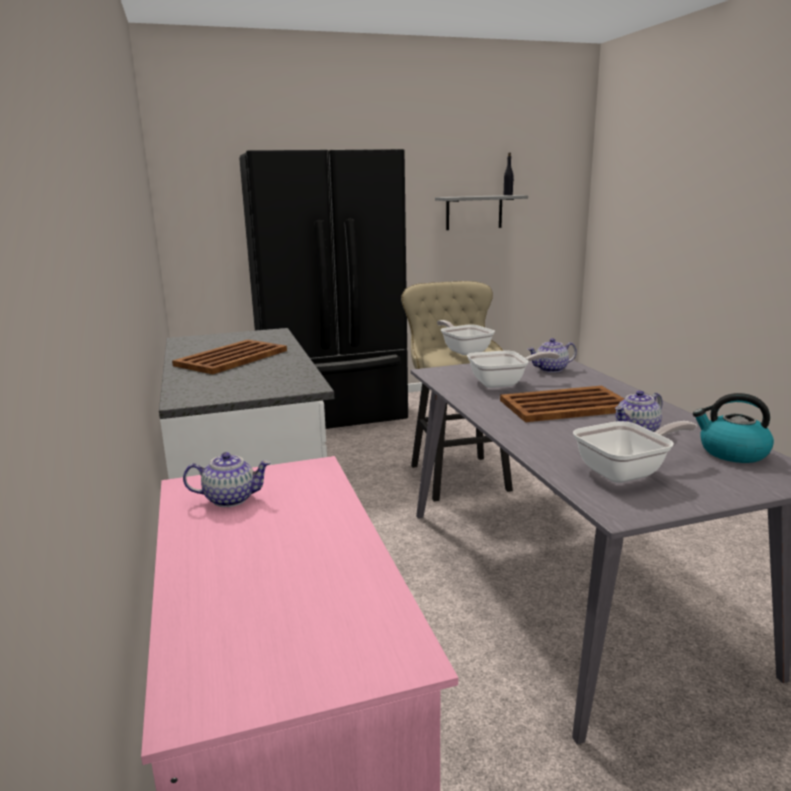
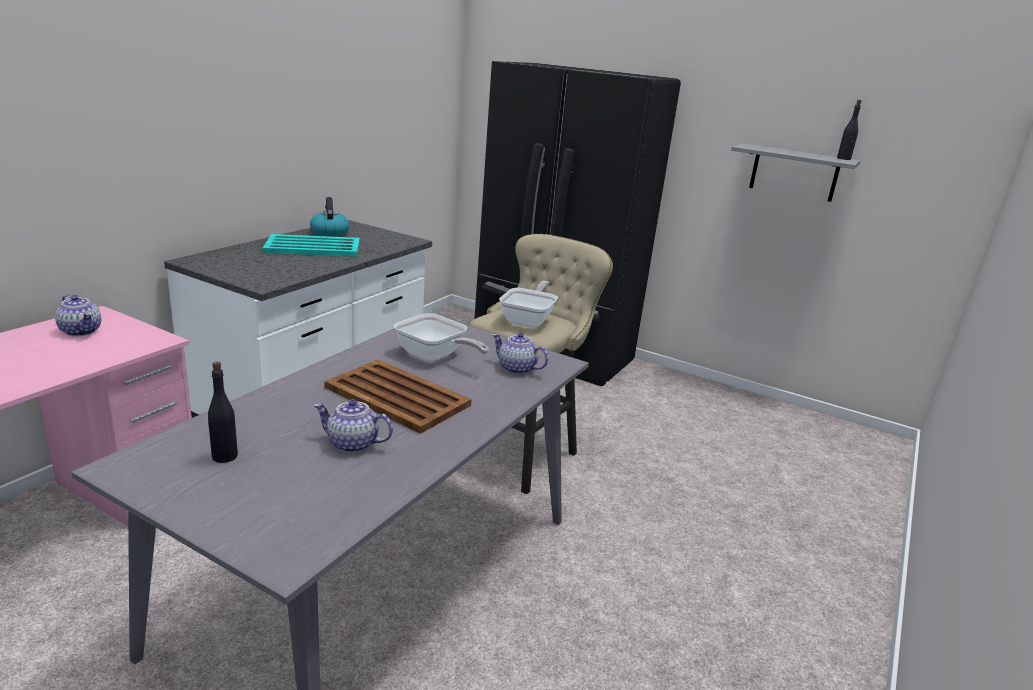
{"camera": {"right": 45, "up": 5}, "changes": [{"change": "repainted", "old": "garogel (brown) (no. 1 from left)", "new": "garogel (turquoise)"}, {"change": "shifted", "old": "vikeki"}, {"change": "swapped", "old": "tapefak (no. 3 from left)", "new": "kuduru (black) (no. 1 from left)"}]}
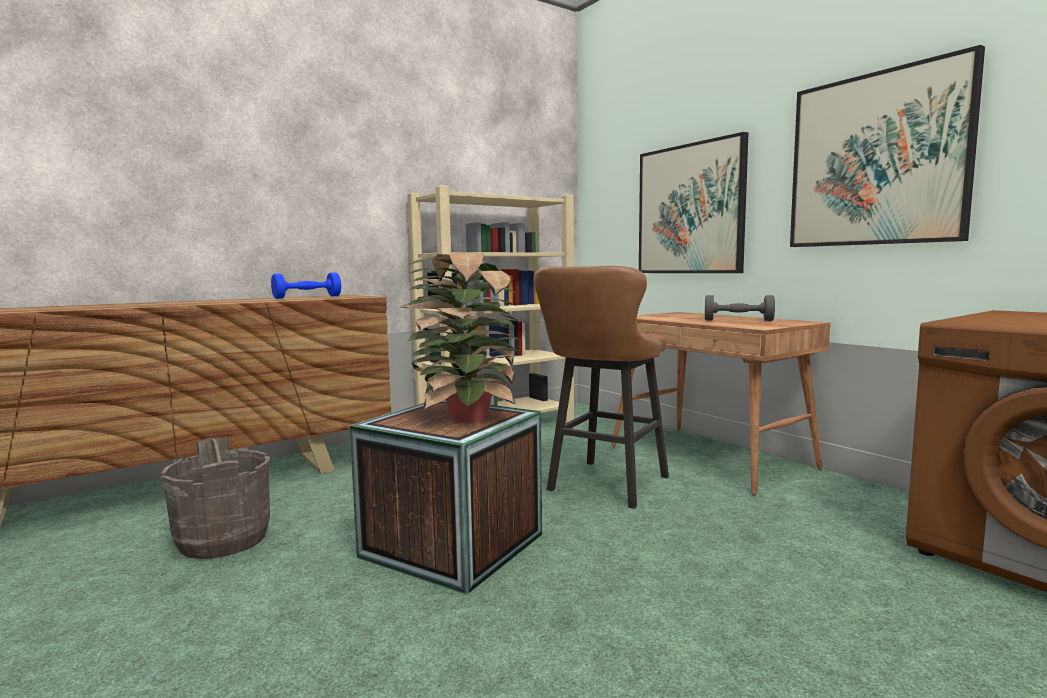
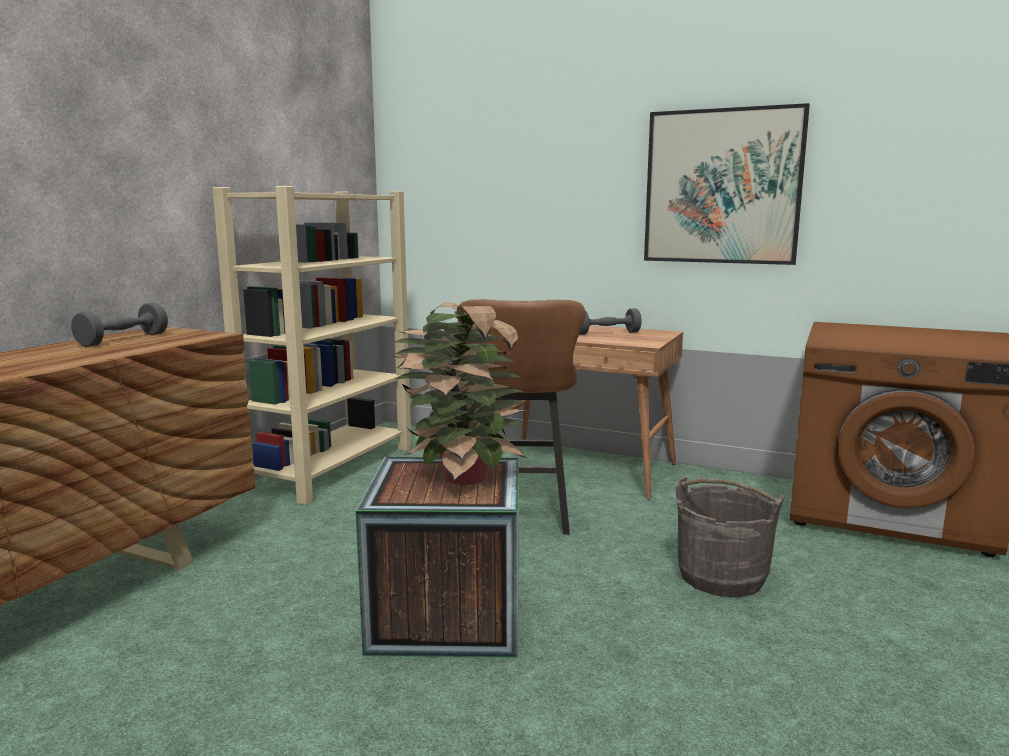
{"camera": {"right": -30, "up": 5}, "changes": [{"change": "gone", "old": "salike (no. 1 from left)"}, {"change": "repainted", "old": "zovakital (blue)", "new": "zovakital (grey) (no. 1 from left)"}, {"change": "shifted", "old": "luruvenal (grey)"}]}
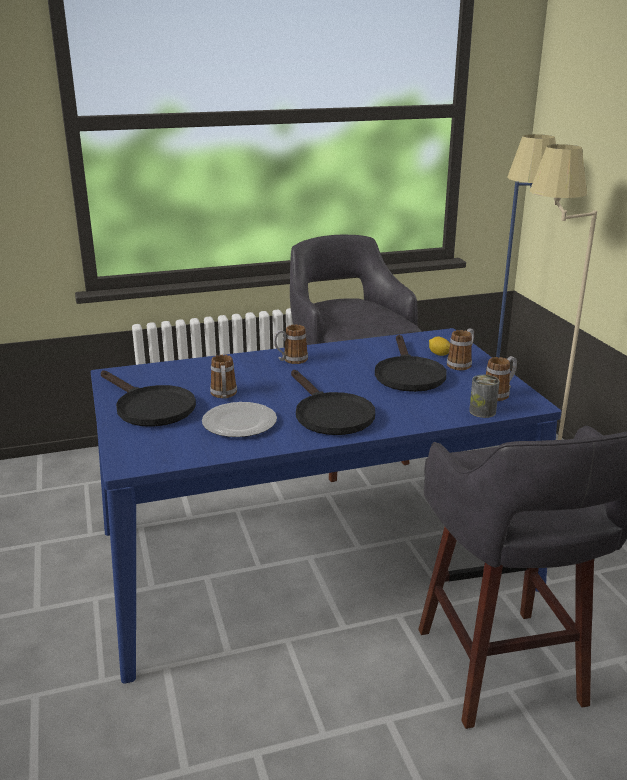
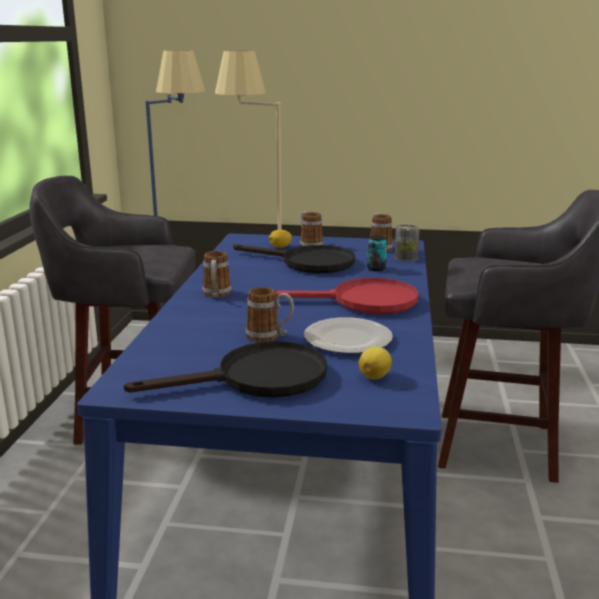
{"camera": {"right": -65, "up": -5}, "changes": [{"change": "repainted", "old": "tapefak (black) (no. 2 from left)", "new": "tapefak (red)"}, {"change": "new", "new": "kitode (no. 1 from left)"}, {"change": "new", "new": "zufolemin (no. 2 from left)"}]}
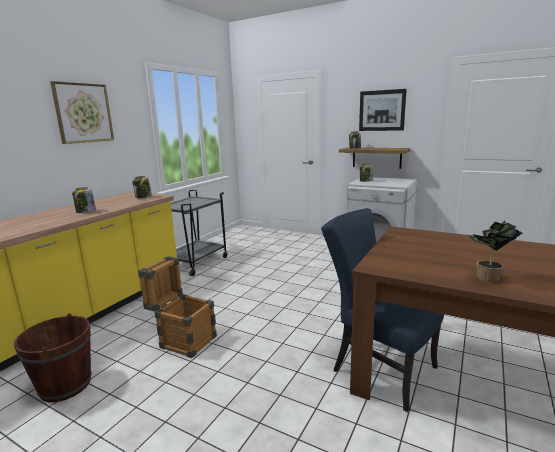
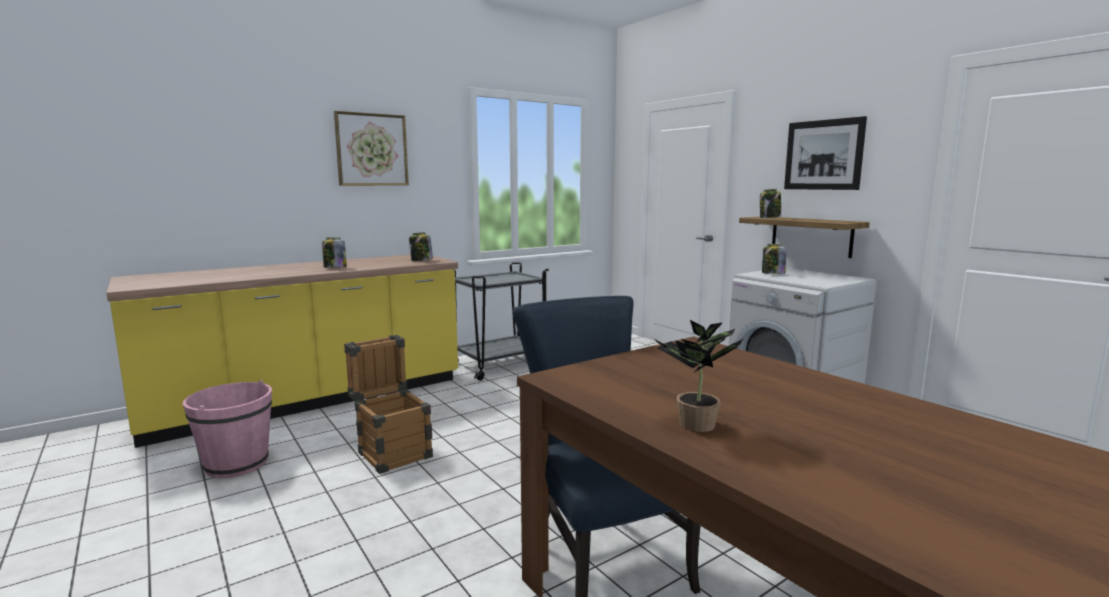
{"camera": {"right": 25, "up": -5}, "changes": [{"change": "repainted", "old": "luruvenal (brown)", "new": "luruvenal (pink)"}]}
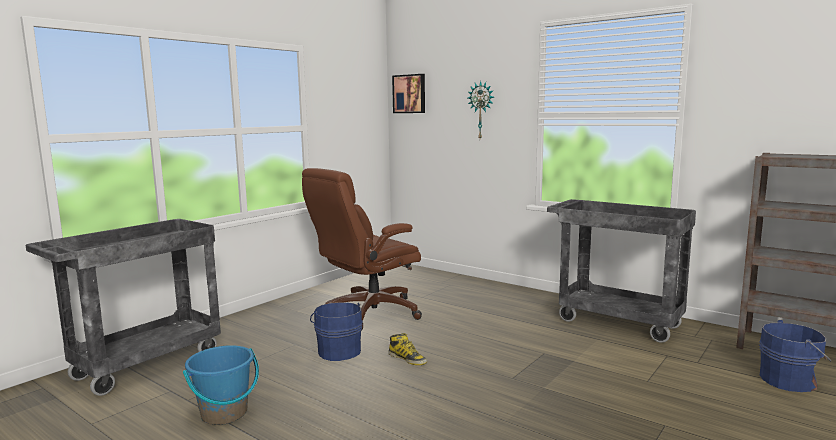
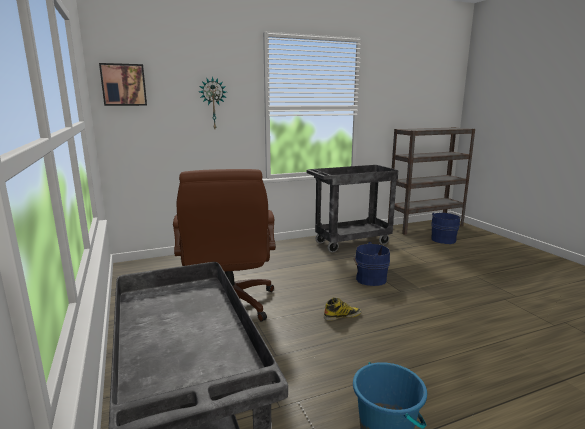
{"camera": {"right": -60, "up": 5}, "changes": [{"change": "shifted", "old": "luruvenal (blue) (no. 2 from left in the first image)", "new": "luruvenal (blue) (no. 1 from left)"}]}
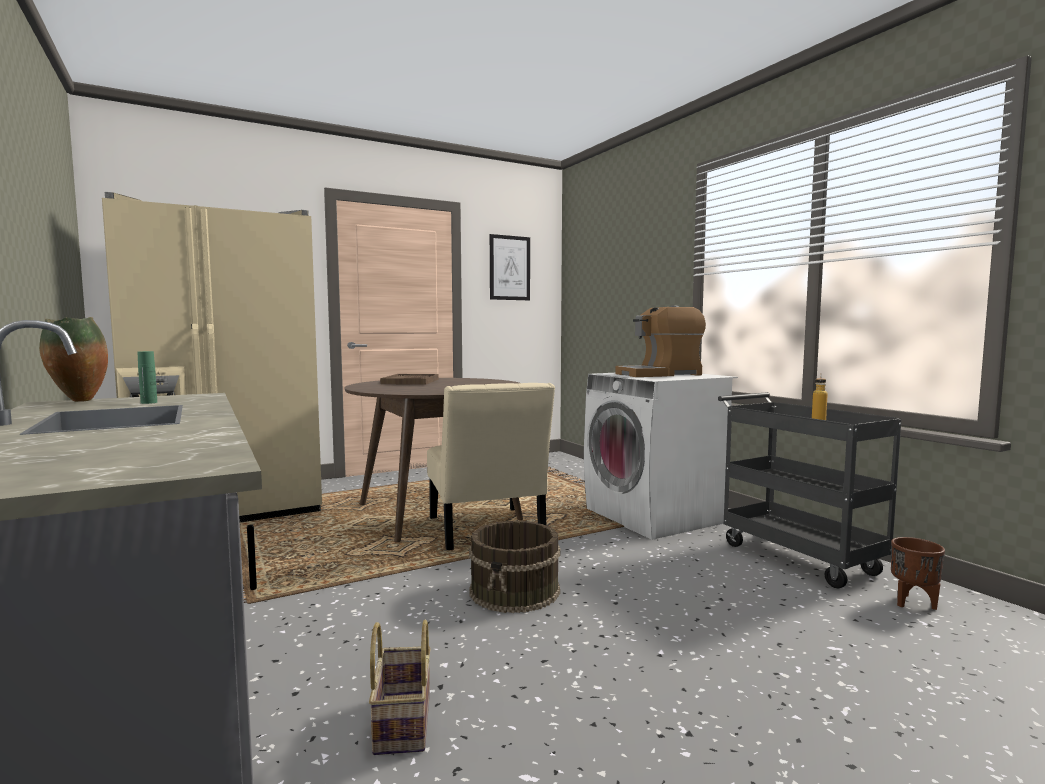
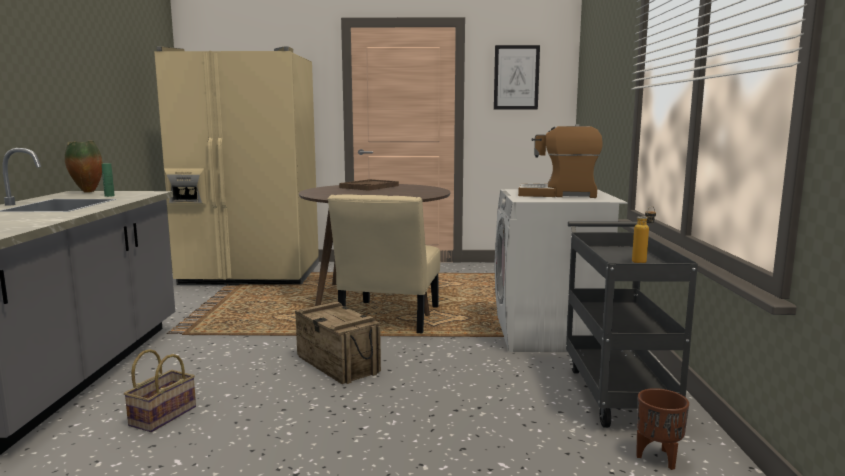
{"camera": {"right": 30, "up": 5}, "changes": [{"change": "swapped", "old": "luruvenal (brown)", "new": "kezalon"}]}
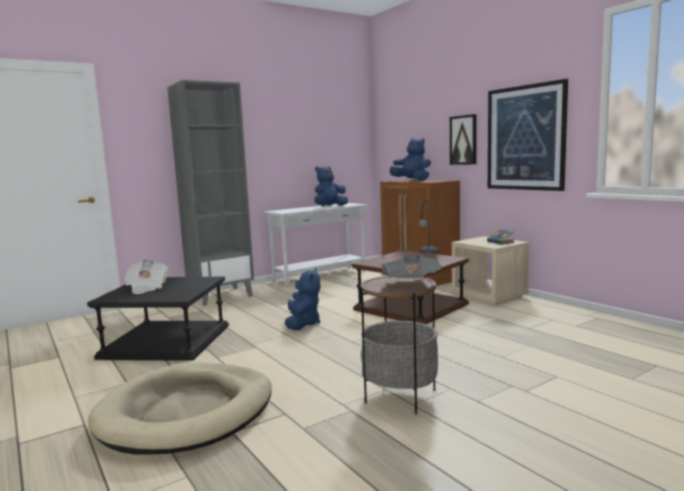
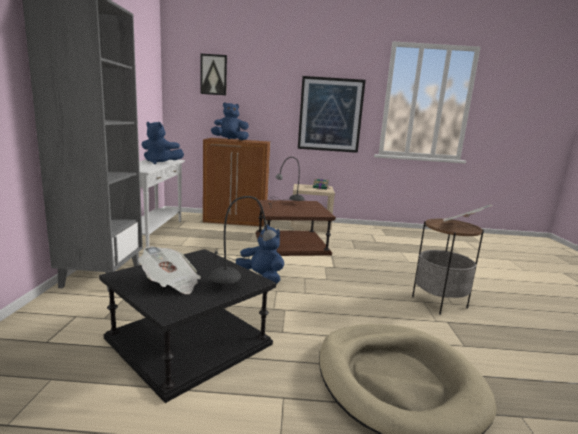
{"camera": {"right": -55, "up": 5}, "changes": [{"change": "shifted", "old": "salike (no. 1 from left)"}, {"change": "rotated", "old": "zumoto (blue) (no. 2 from left in the first image)", "degrees": -75}, {"change": "new", "new": "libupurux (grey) (no. 1 from left)"}]}
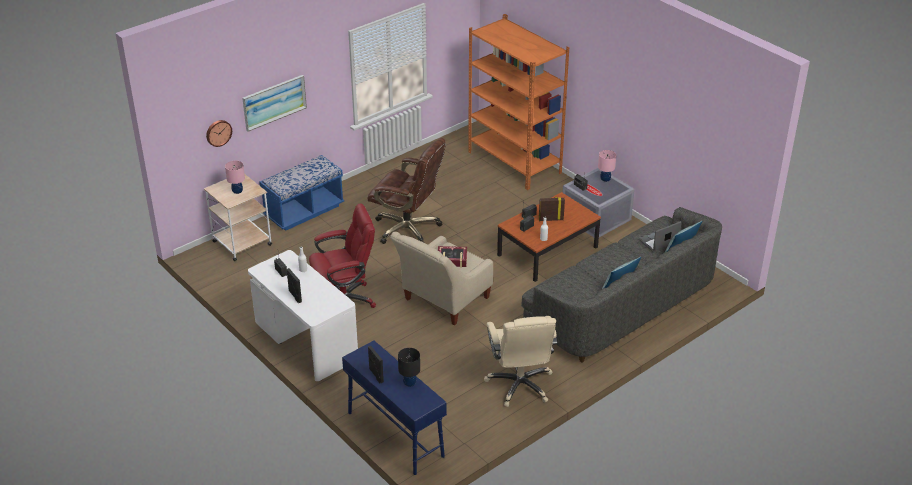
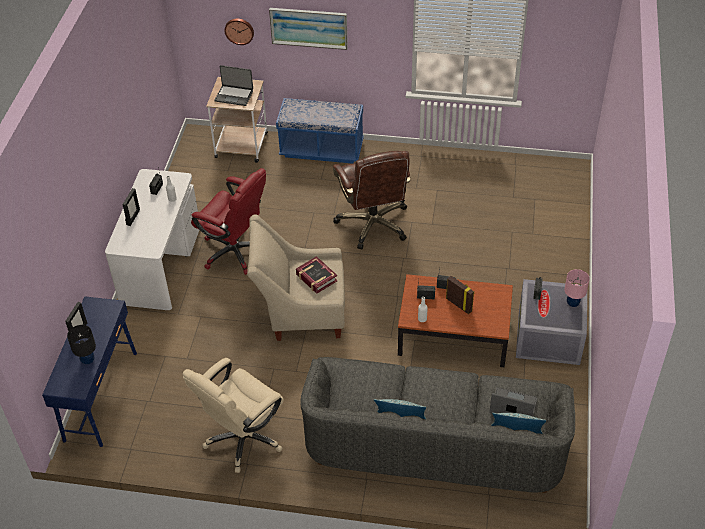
{"camera": {"right": 50, "up": 10}, "changes": [{"change": "gone", "old": "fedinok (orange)"}, {"change": "swapped", "old": "libupurux (pink) (no. 1 from left)", "new": "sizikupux (no. 1 from left)"}]}
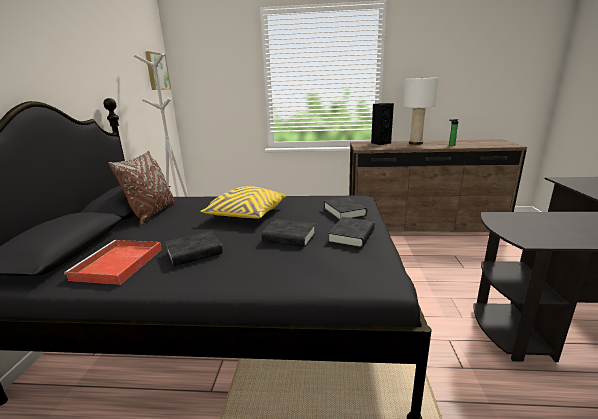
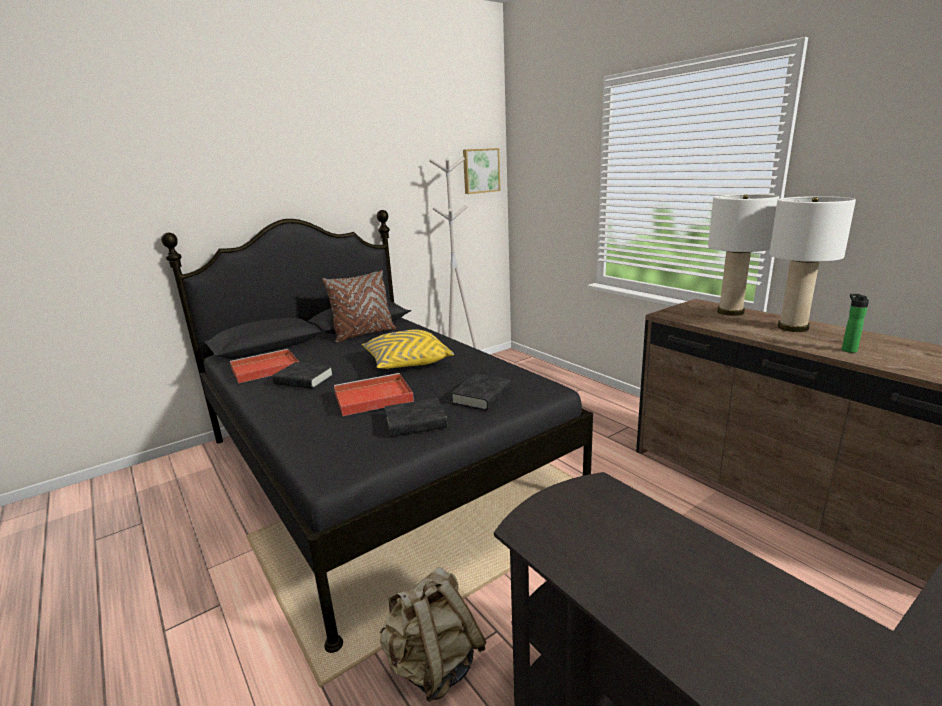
{"camera": {"right": 50, "up": 0}, "changes": [{"change": "swapped", "old": "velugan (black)", "new": "libupurux (white) (no. 1 from left)"}, {"change": "swapped", "old": "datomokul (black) (no. 2 from left)", "new": "garogel (red) (no. 2 from left)"}, {"change": "new", "new": "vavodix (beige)"}]}
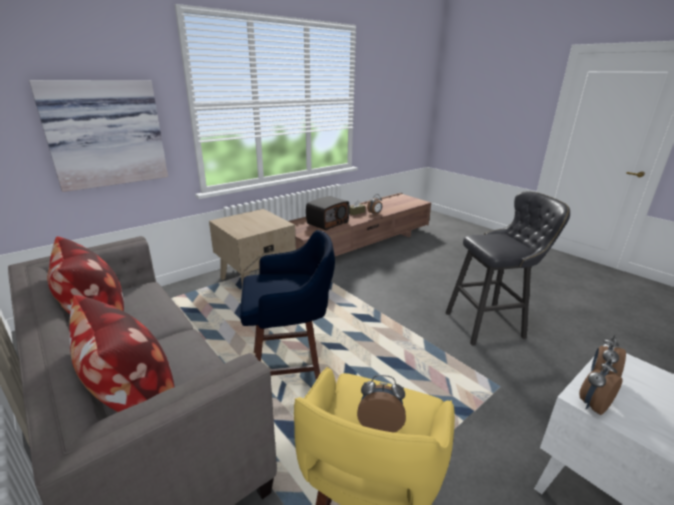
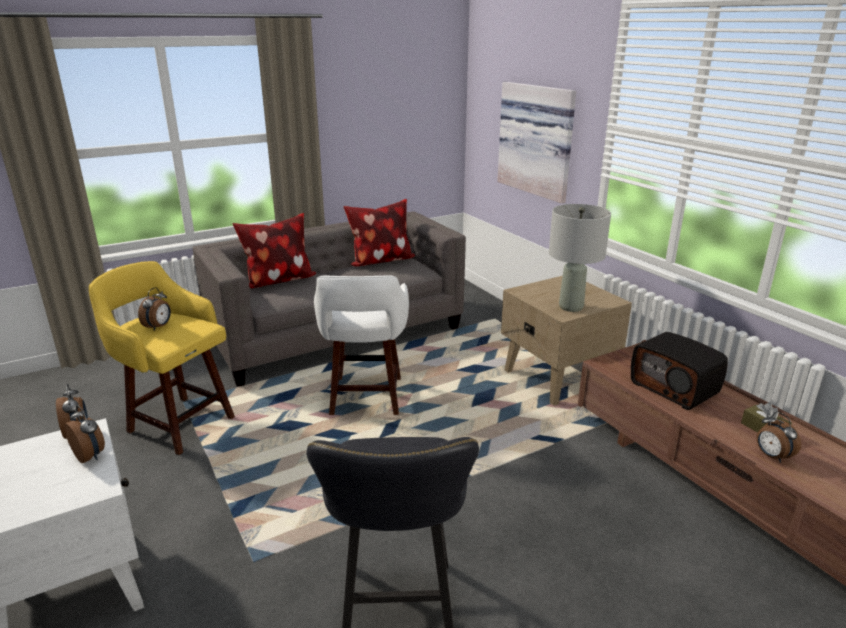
{"camera": {"right": 100, "up": 0}, "changes": [{"change": "repainted", "old": "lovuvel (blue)", "new": "lovuvel (white)"}, {"change": "new", "new": "libupurux (grey)"}]}
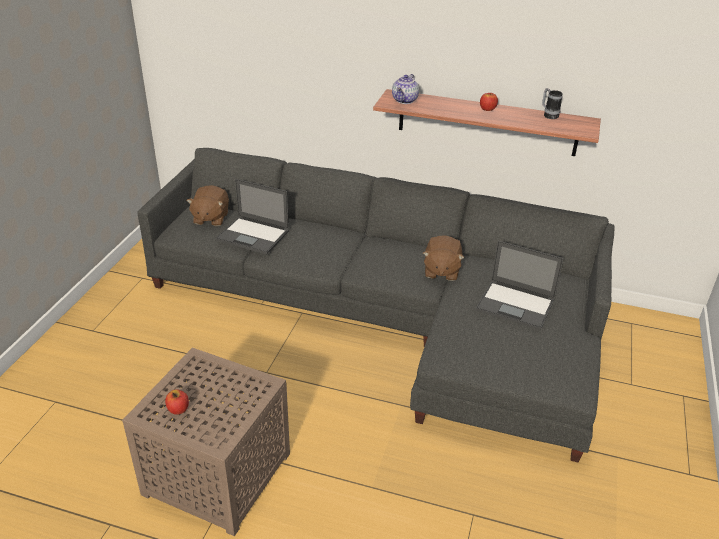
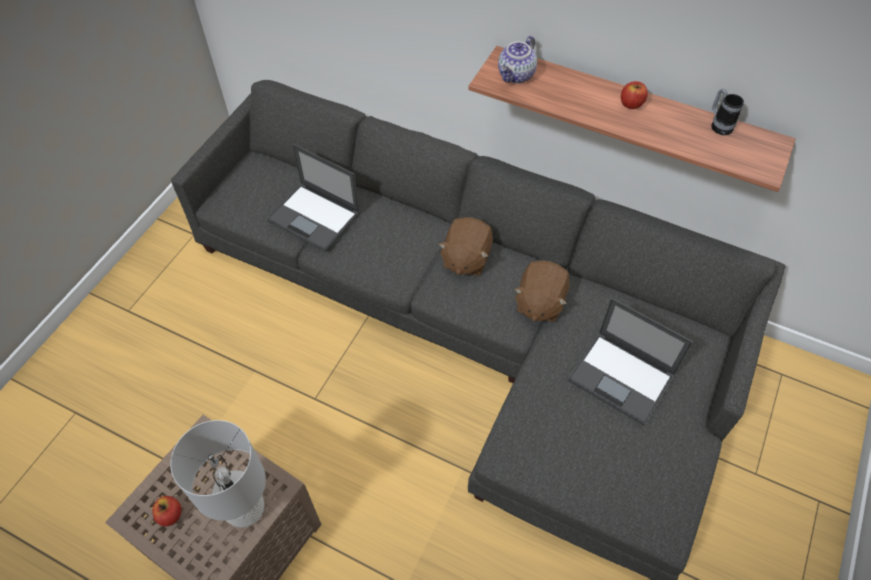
{"camera": {"right": 10, "up": 20}, "changes": [{"change": "shifted", "old": "zumoto (brown) (no. 1 from left)"}, {"change": "new", "new": "libupurux (grey)"}]}
